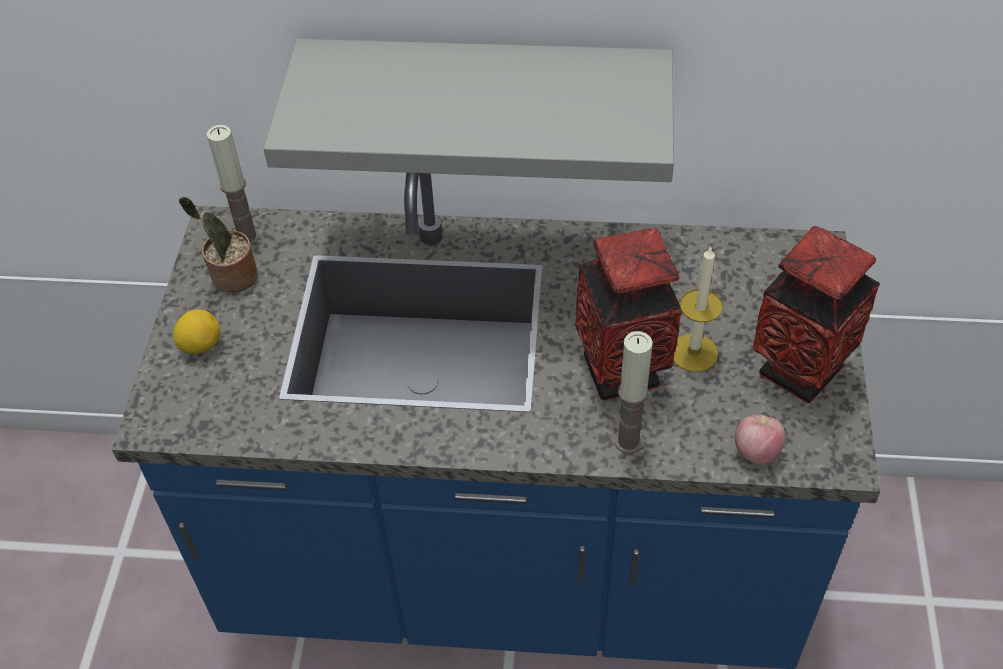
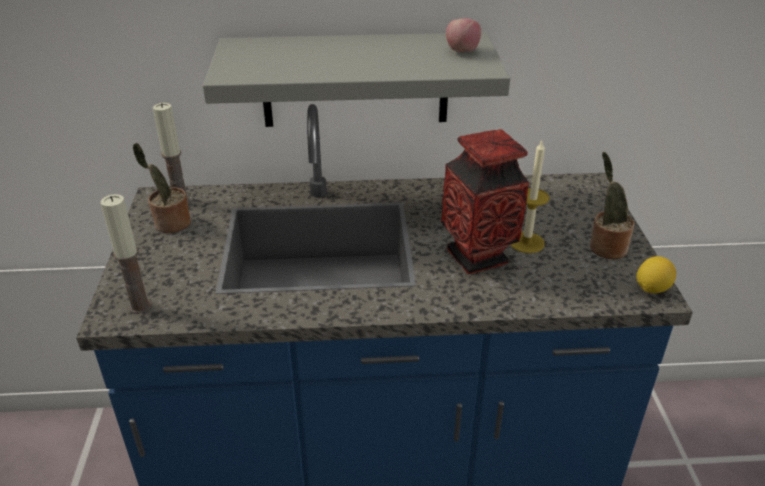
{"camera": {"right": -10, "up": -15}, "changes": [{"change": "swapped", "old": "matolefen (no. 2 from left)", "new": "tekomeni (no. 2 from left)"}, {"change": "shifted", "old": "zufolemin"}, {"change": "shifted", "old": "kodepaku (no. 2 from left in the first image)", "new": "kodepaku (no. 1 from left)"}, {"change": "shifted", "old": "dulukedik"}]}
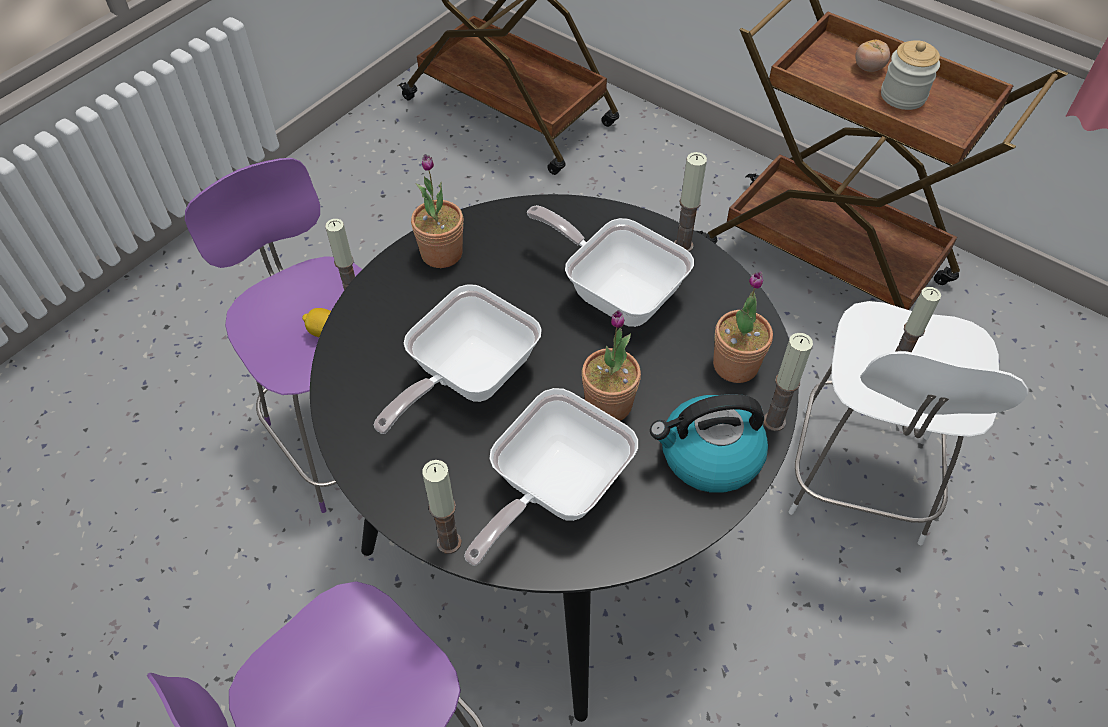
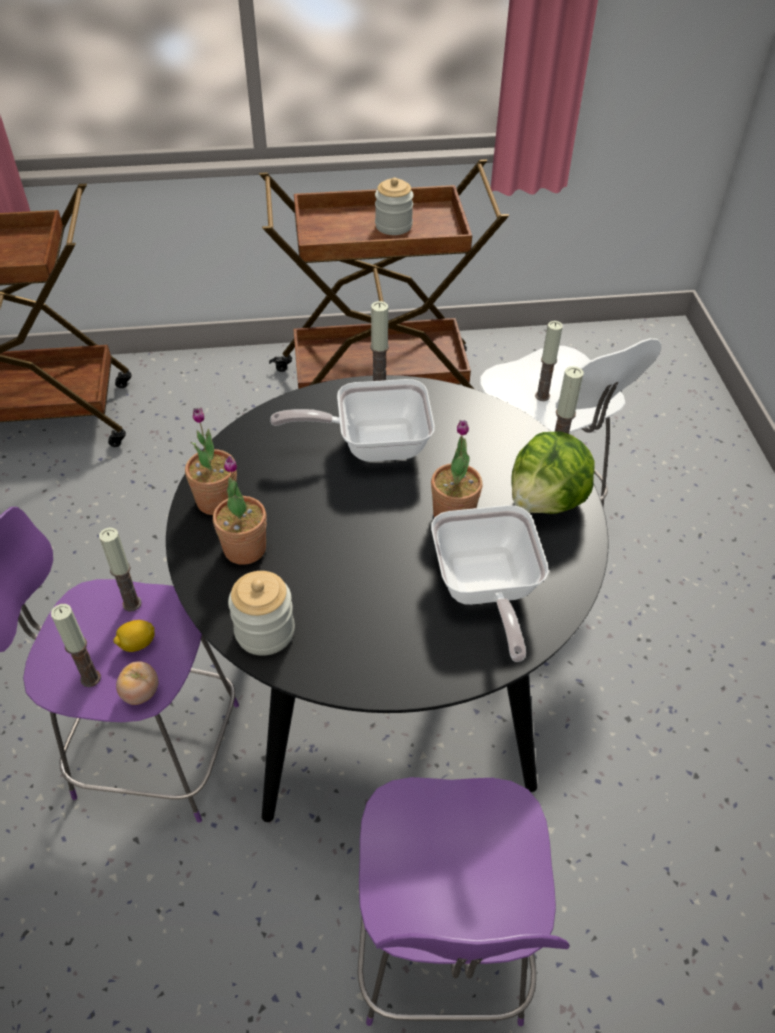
{"camera": {"right": -45, "up": -5}, "changes": [{"change": "shifted", "old": "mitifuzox"}, {"change": "shifted", "old": "tekomeni (no. 3 from left in the first image)", "new": "tekomeni (no. 2 from left)"}, {"change": "gone", "old": "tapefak (no. 1 from left)"}, {"change": "swapped", "old": "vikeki", "new": "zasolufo"}, {"change": "shifted", "old": "kodepaku (no. 2 from left in the first image)", "new": "kodepaku (no. 1 from left)"}, {"change": "new", "new": "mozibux (no. 1 from left)"}]}
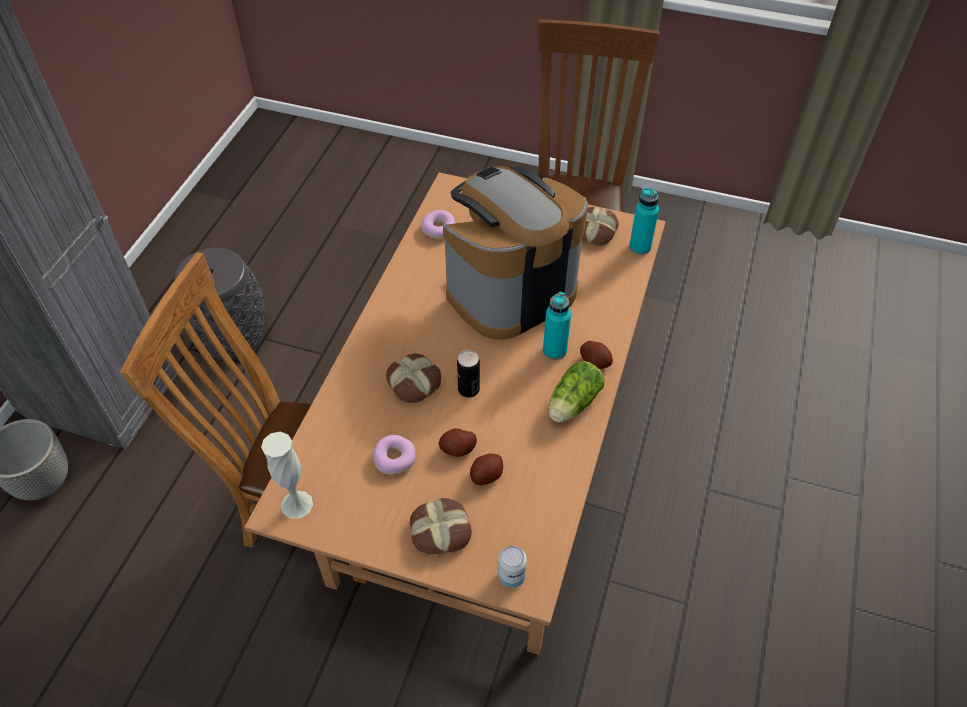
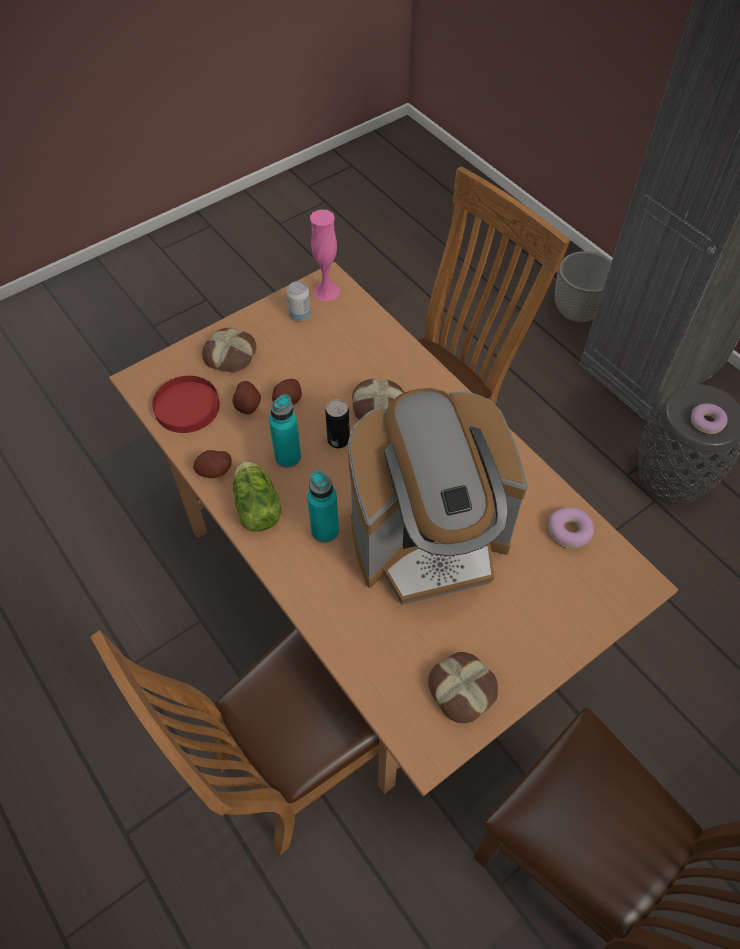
{"camera": {"right": 125, "up": 5}, "changes": [{"change": "rotated", "old": "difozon", "degrees": 75}, {"change": "shifted", "old": "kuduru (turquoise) (no. 2 from left in the first image)", "new": "kuduru (turquoise) (no. 1 from left)"}, {"change": "shifted", "old": "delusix (no. 3 from left in the first image)", "new": "delusix (no. 1 from left)"}, {"change": "repainted", "old": "matolefen (white)", "new": "matolefen (pink)"}, {"change": "shifted", "old": "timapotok (no. 1 from left in the first image)", "new": "timapotok (no. 2 from left)"}, {"change": "shifted", "old": "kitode (no. 2 from left in the first image)", "new": "kitode (no. 1 from left)"}, {"change": "new", "new": "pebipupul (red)"}, {"change": "new", "new": "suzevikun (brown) (no. 1 from left)"}]}
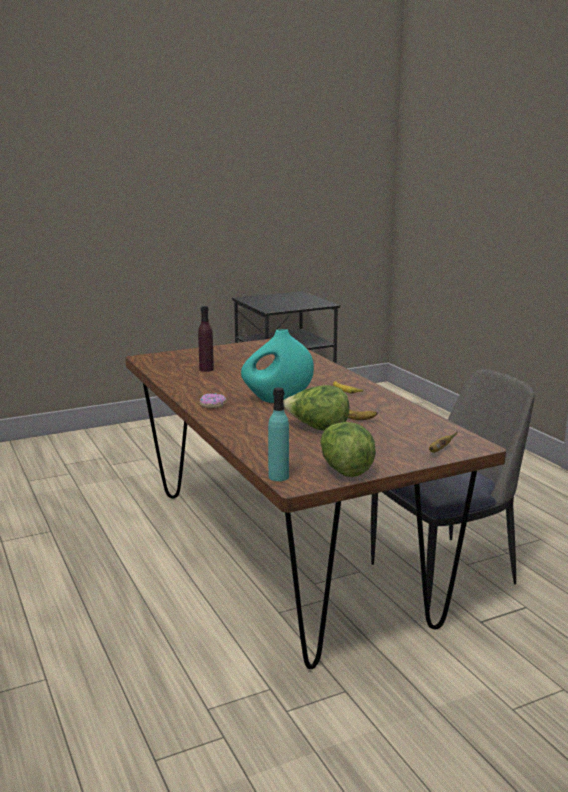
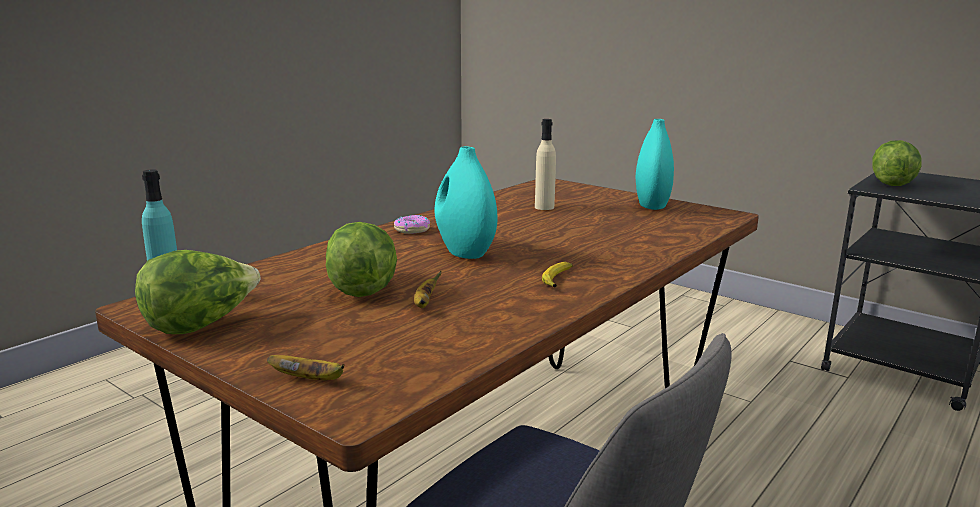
{"camera": {"right": 65, "up": 0}, "changes": [{"change": "repainted", "old": "kuduru (purple)", "new": "kuduru (beige)"}, {"change": "new", "new": "matolefen (turquoise) (no. 2 from left)"}, {"change": "new", "new": "zasolufo (no. 3 from left)"}]}
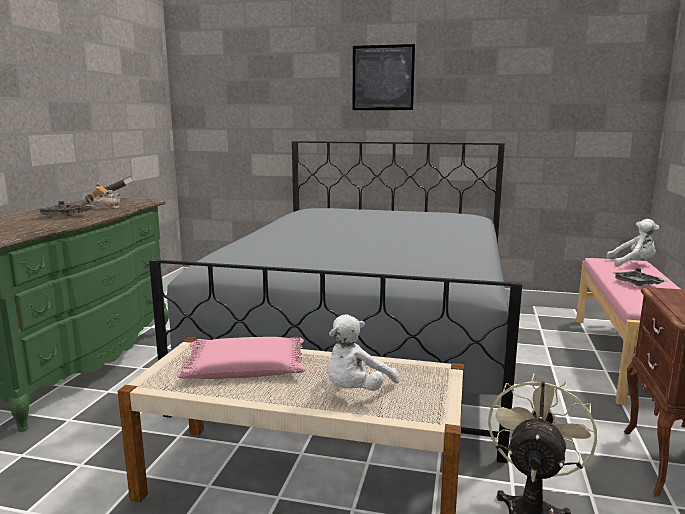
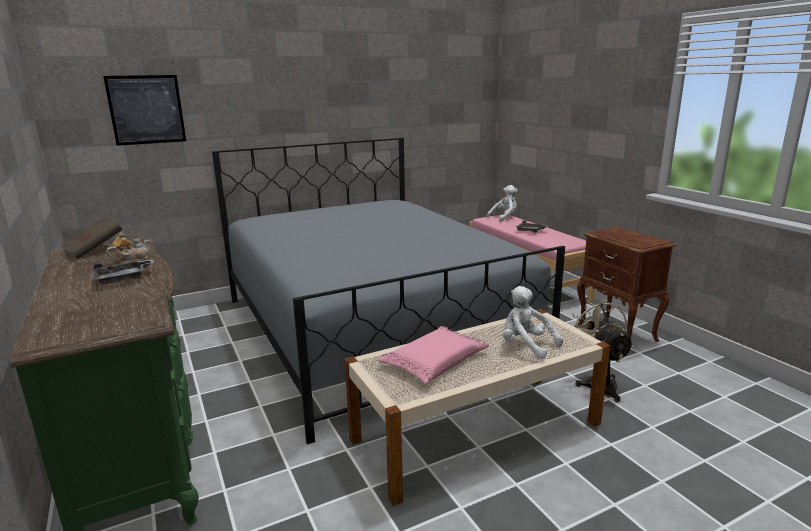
{"camera": {"right": -40, "up": 5}, "changes": [{"change": "shifted", "old": "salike"}, {"change": "rotated", "old": "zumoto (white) (no. 1 from left in the first image)", "degrees": 135}]}
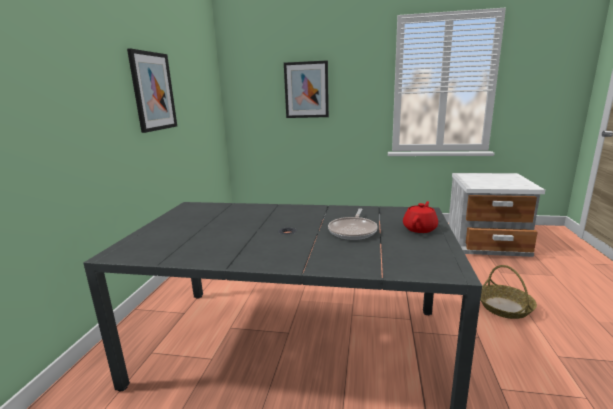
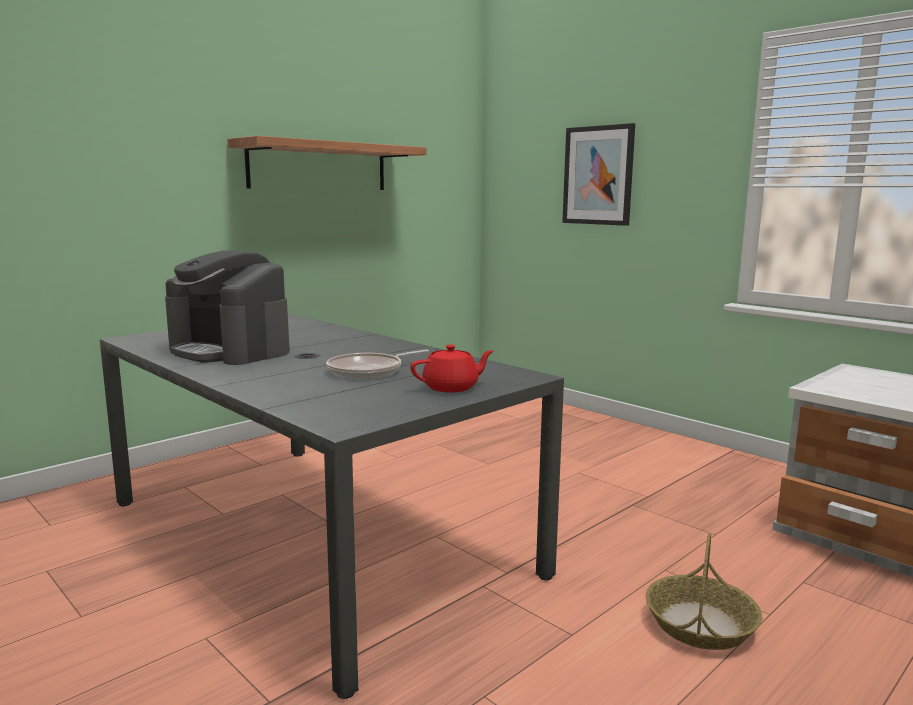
{"camera": {"right": 35, "up": -5}, "changes": [{"change": "swapped", "old": "salike (no. 1 from left)", "new": "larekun"}, {"change": "new", "new": "difozon"}]}
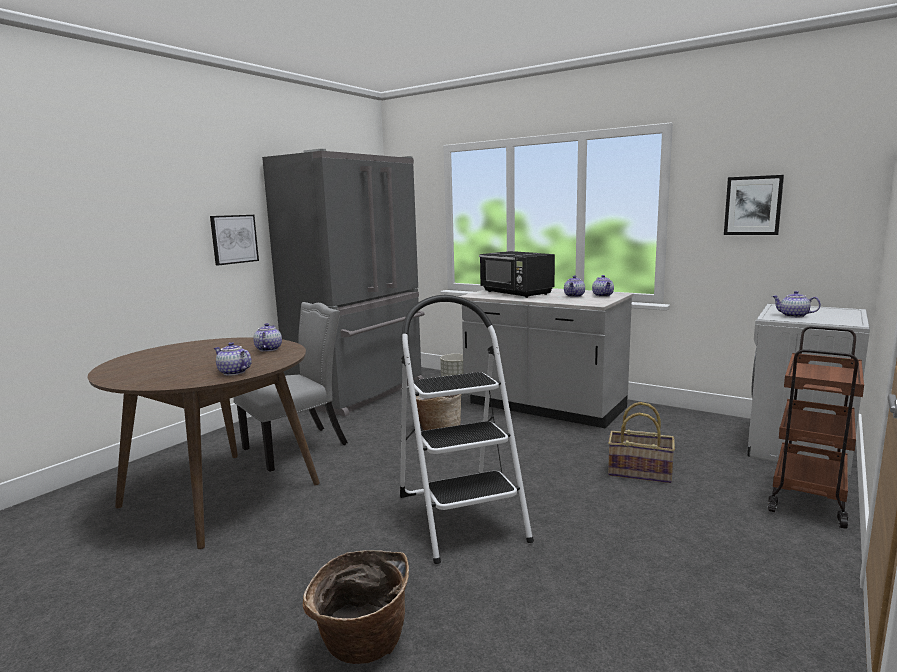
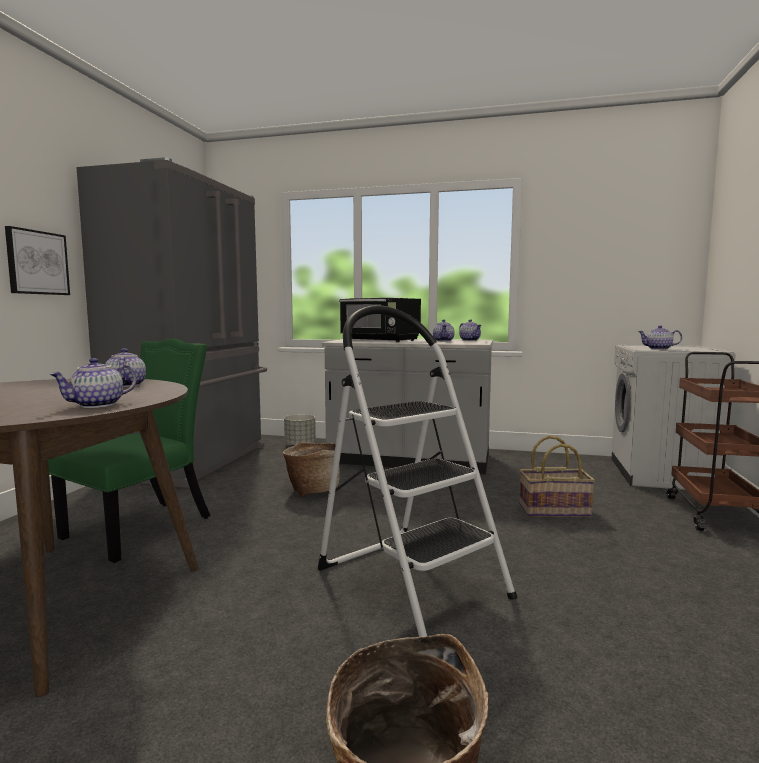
{"camera": {"right": -20, "up": -5}, "changes": [{"change": "gone", "old": "salike (no. 2 from left)"}, {"change": "repainted", "old": "suzevikun (grey)", "new": "suzevikun (green)"}, {"change": "rotated", "old": "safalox (no. 1 from left)", "degrees": -60}]}
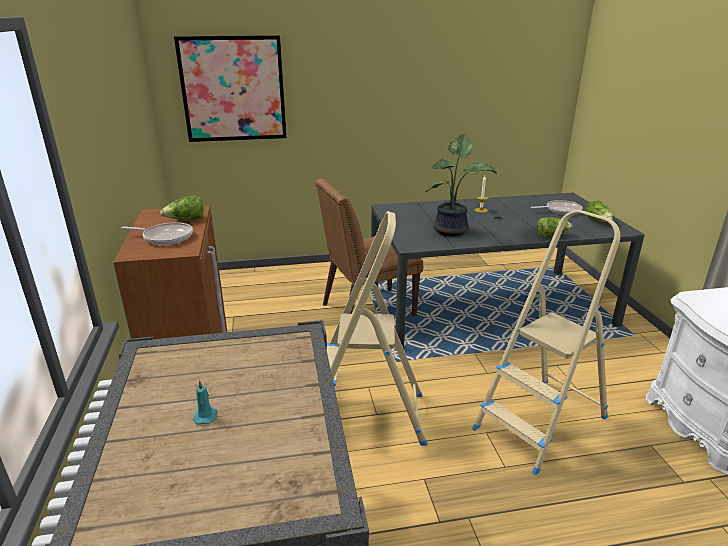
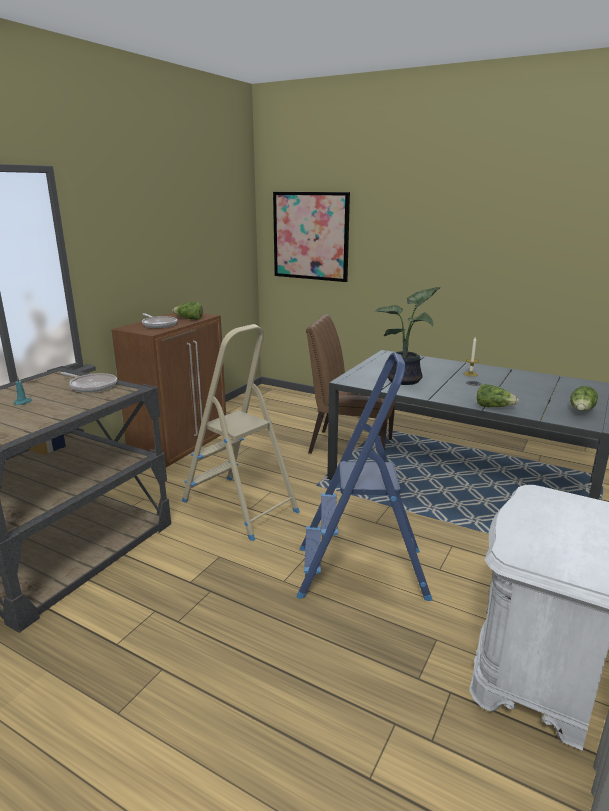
{"camera": {"right": 40, "up": -5}, "changes": [{"change": "shifted", "old": "tapefak (no. 2 from left in the first image)", "new": "tapefak (no. 1 from left)"}, {"change": "repainted", "old": "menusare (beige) (no. 2 from left)", "new": "menusare (blue)"}]}
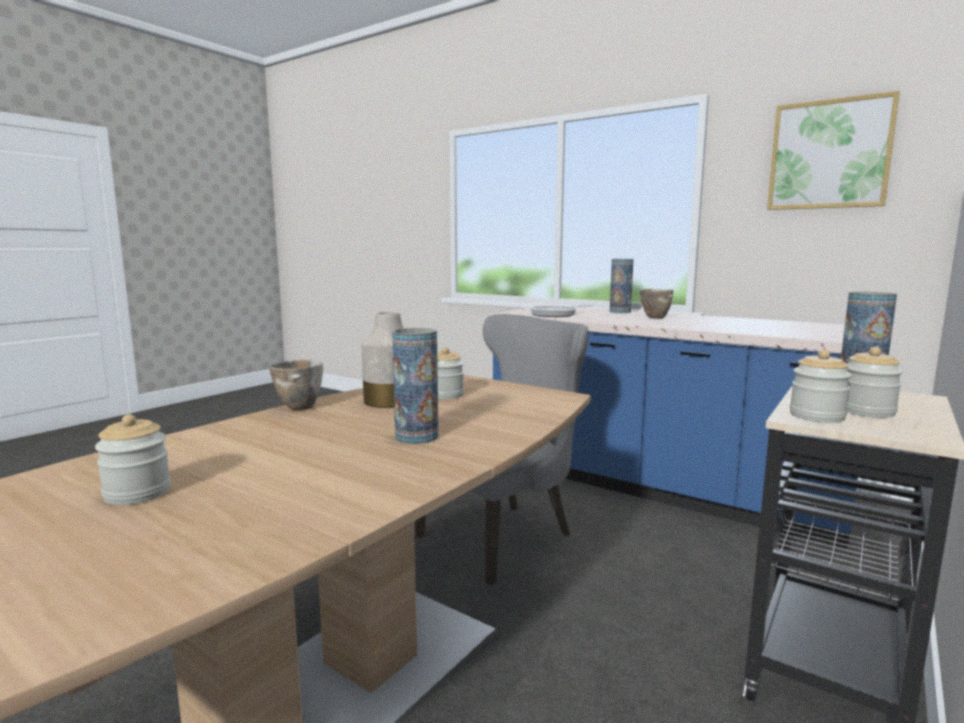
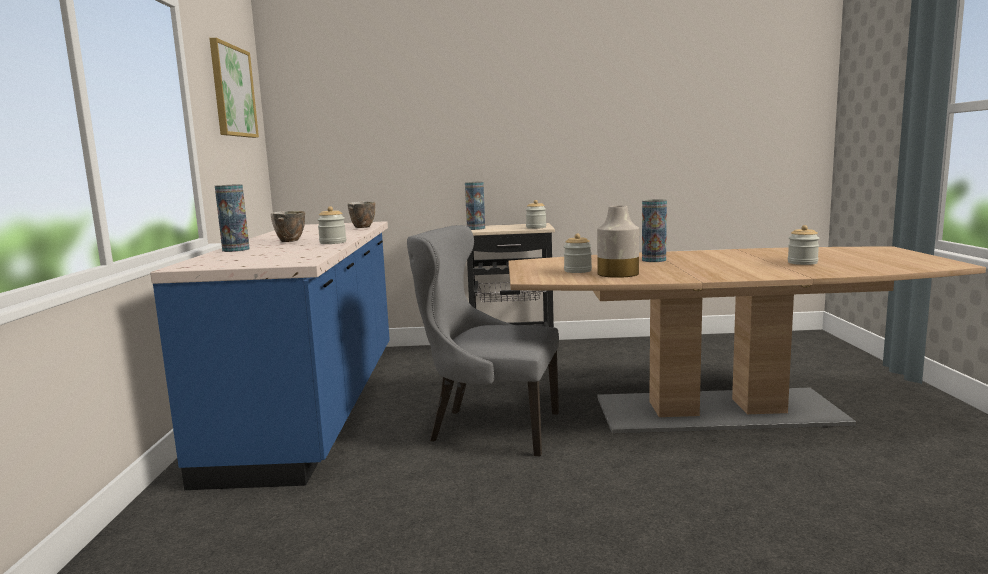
{"camera": {"right": -125, "up": 0}, "changes": [{"change": "gone", "old": "tapefak"}, {"change": "shifted", "old": "mozibux (no. 4 from left in the first image)", "new": "mozibux (no. 1 from left)"}, {"change": "shifted", "old": "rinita (no. 1 from left in the first image)", "new": "rinita (no. 2 from left)"}]}
